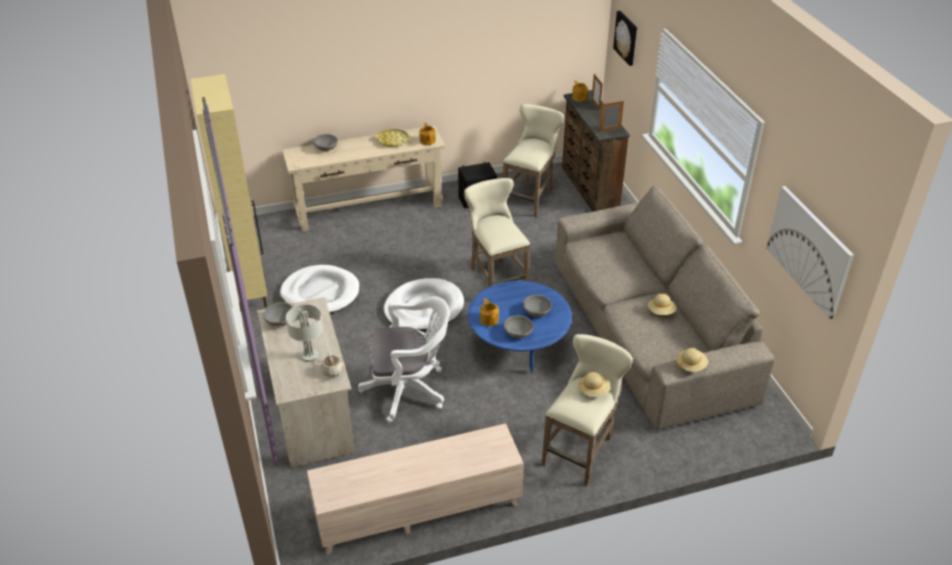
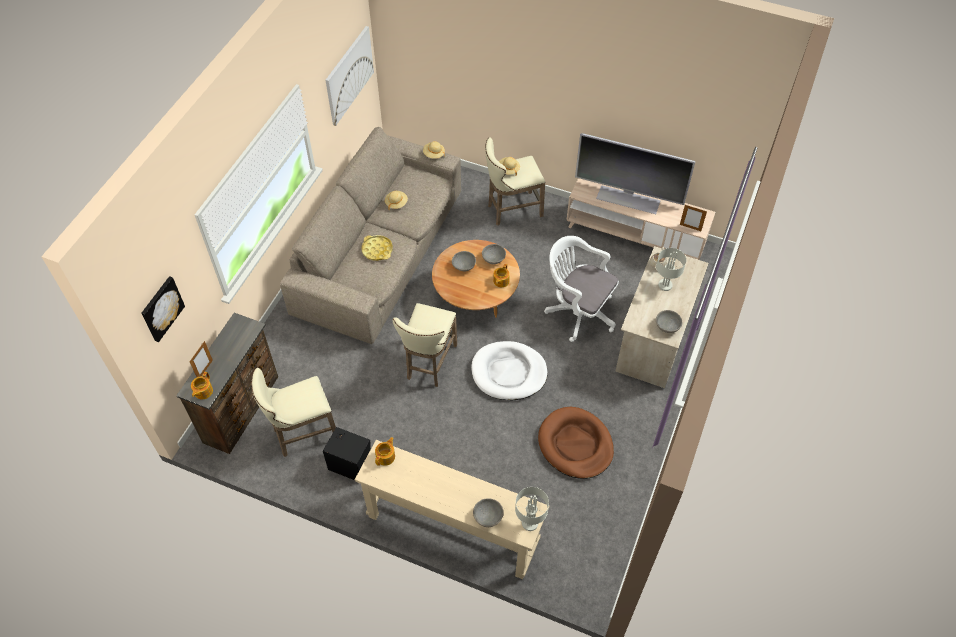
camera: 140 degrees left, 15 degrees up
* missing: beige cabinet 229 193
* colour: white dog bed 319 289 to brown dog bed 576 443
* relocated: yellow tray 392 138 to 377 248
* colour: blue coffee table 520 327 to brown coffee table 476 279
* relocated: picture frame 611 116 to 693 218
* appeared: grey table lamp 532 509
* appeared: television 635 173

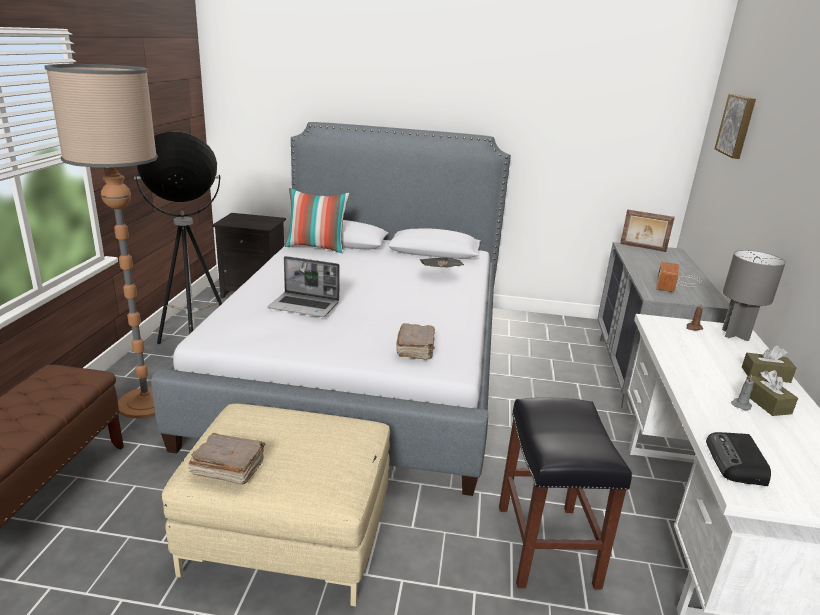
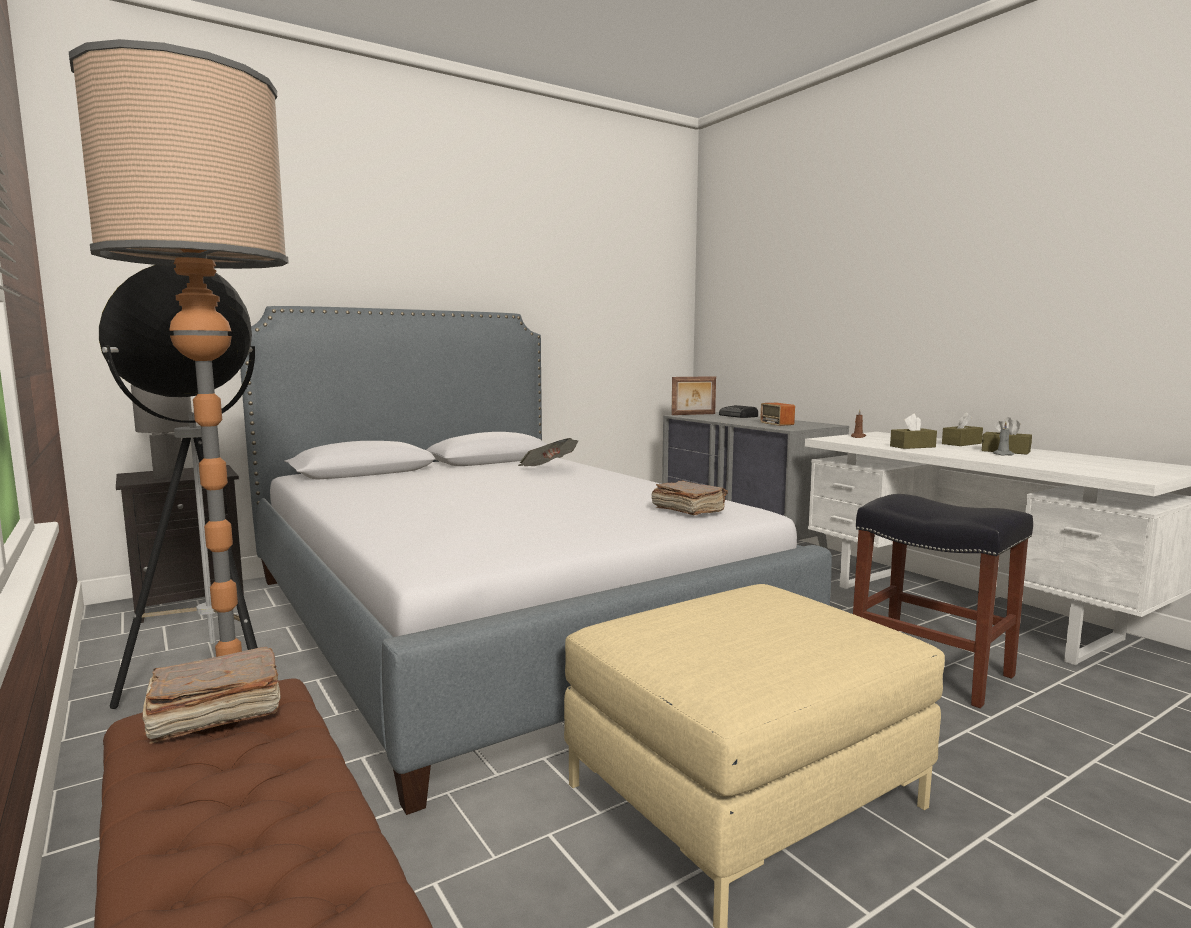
camera: 40 degrees left, 15 degrees down
* relocated: brown book 226 458 to 211 695
* missing: laptop 304 286
* missing: pillow 317 221
* relocated: radio 738 459 to 738 411
* missing: picture 735 126
* relocated: grey table lamp 753 295 to 161 431
* appeared: brown tissue box 913 431

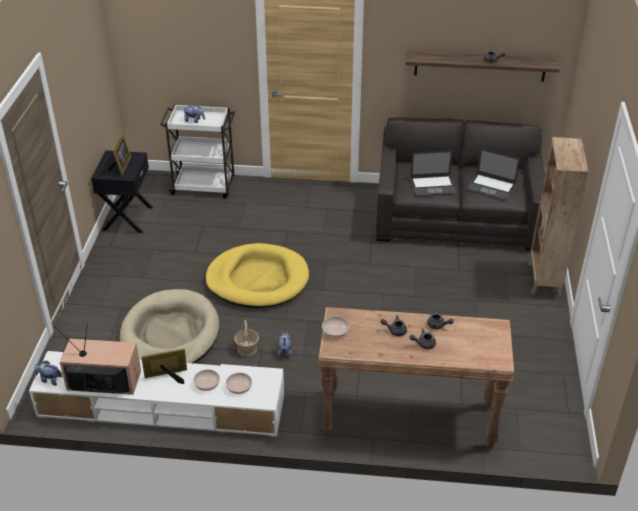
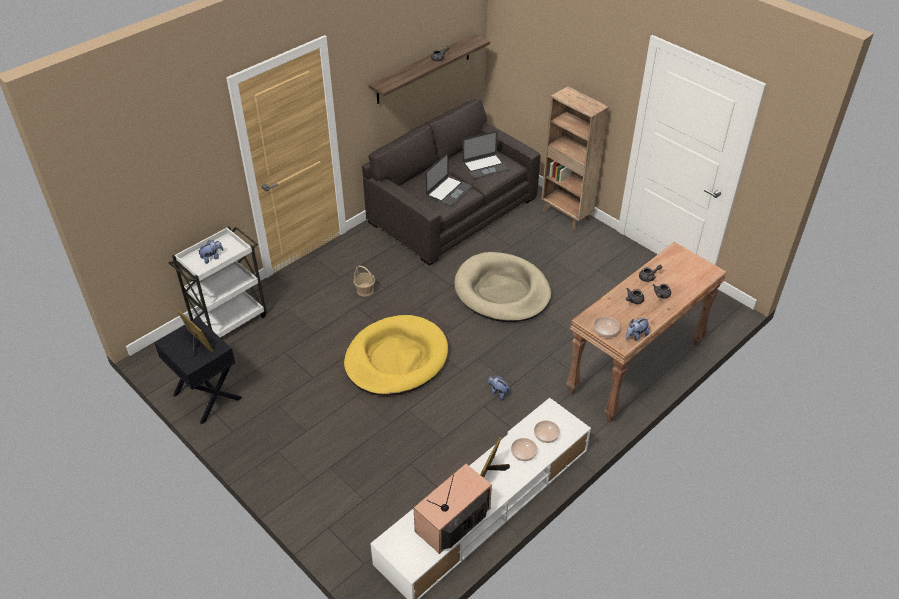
camera: 50 degrees left, 5 degrees up
* relocated: plush toy 48 373 to 637 329
* relocated: beige dog bed 170 326 to 502 287
* relocated: basket 246 338 to 364 281

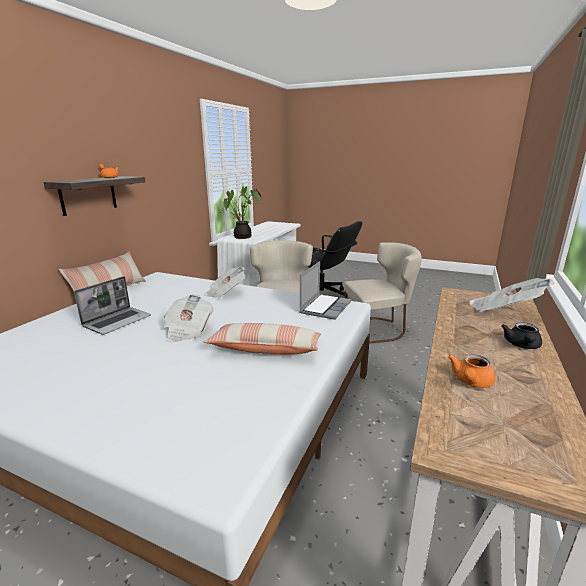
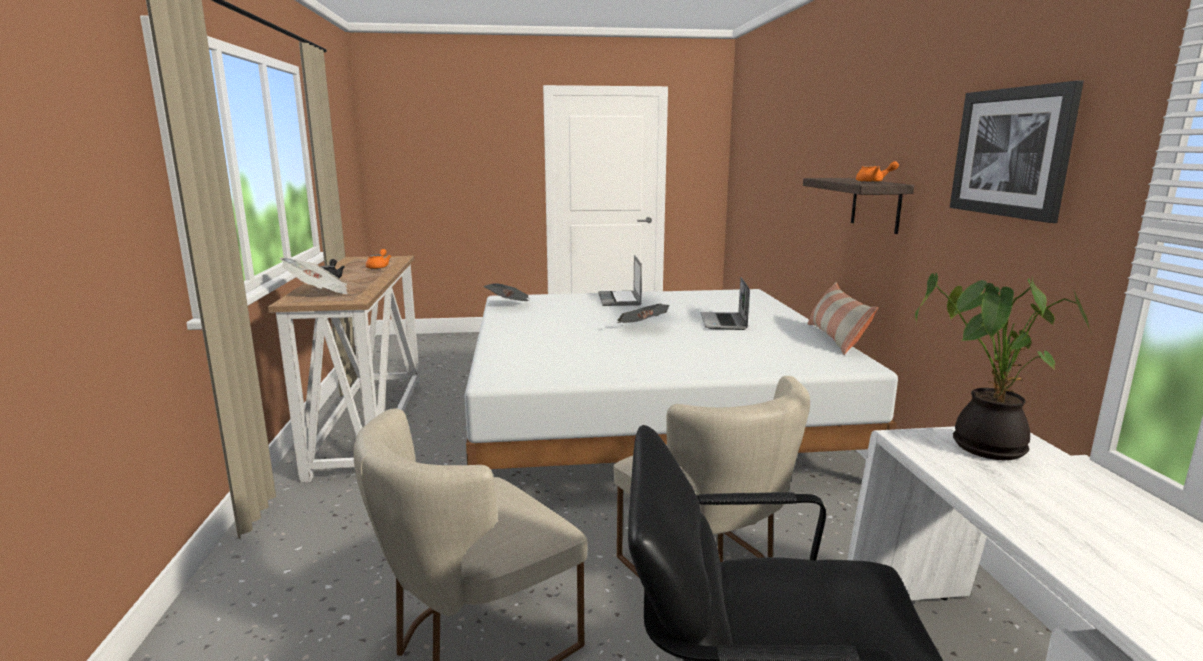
camera: 150 degrees right, 5 degrees down
* missing: pillow 262 339
* relocated: newspaper 225 282 to 506 292
* relocated: laptop 325 290 to 620 280
* appeared: picture 1017 151

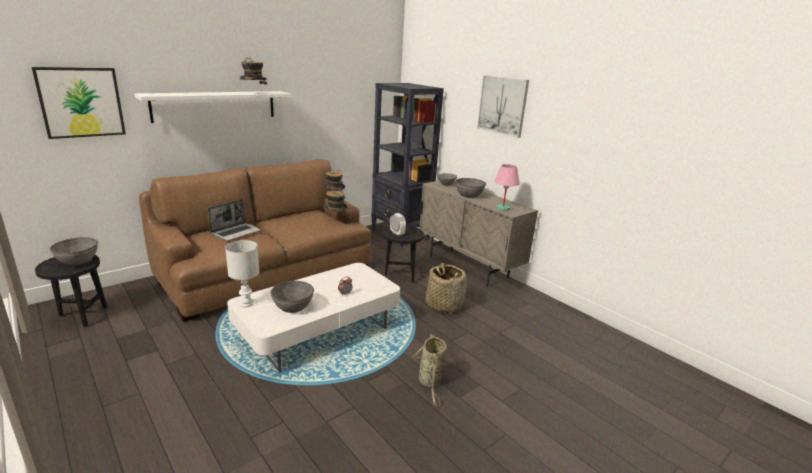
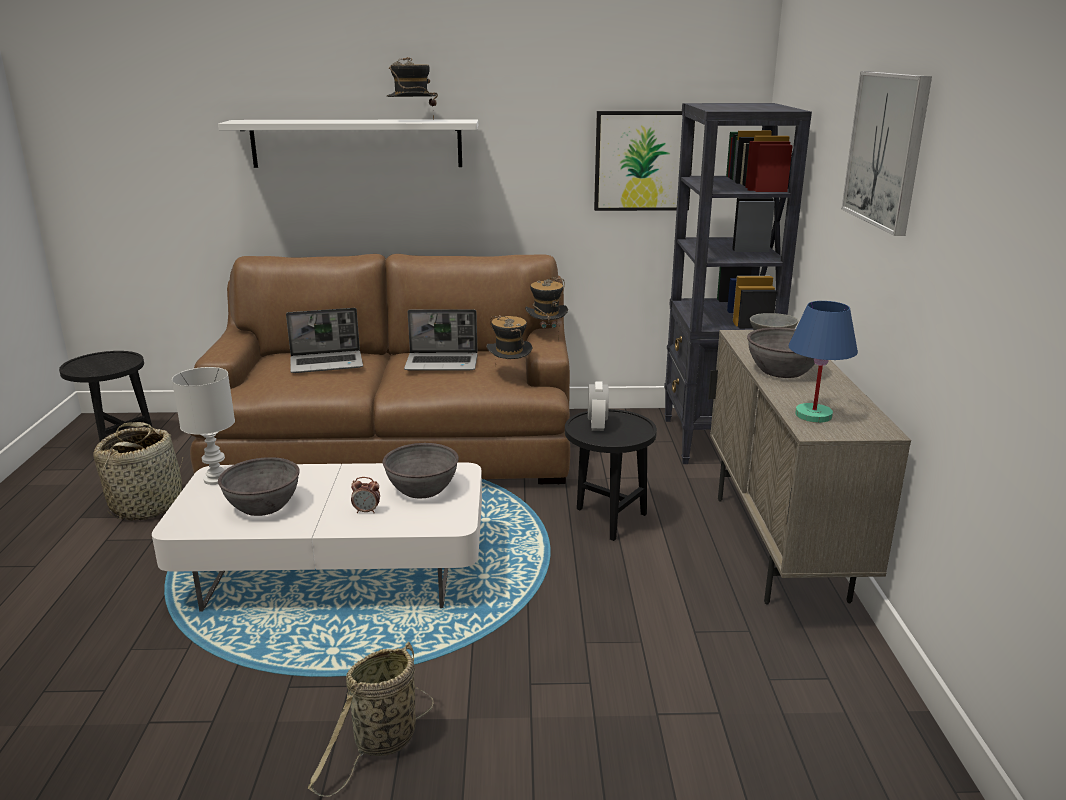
camera: 40 degrees right, 0 degrees up
* relocated: picture 79 103 to 644 161
* relocated: grey bowl 74 251 to 421 470
* relocated: basket 446 288 to 138 471
* colour: pink table lamp 507 187 to blue table lamp 823 362
* appeared: laptop 441 340

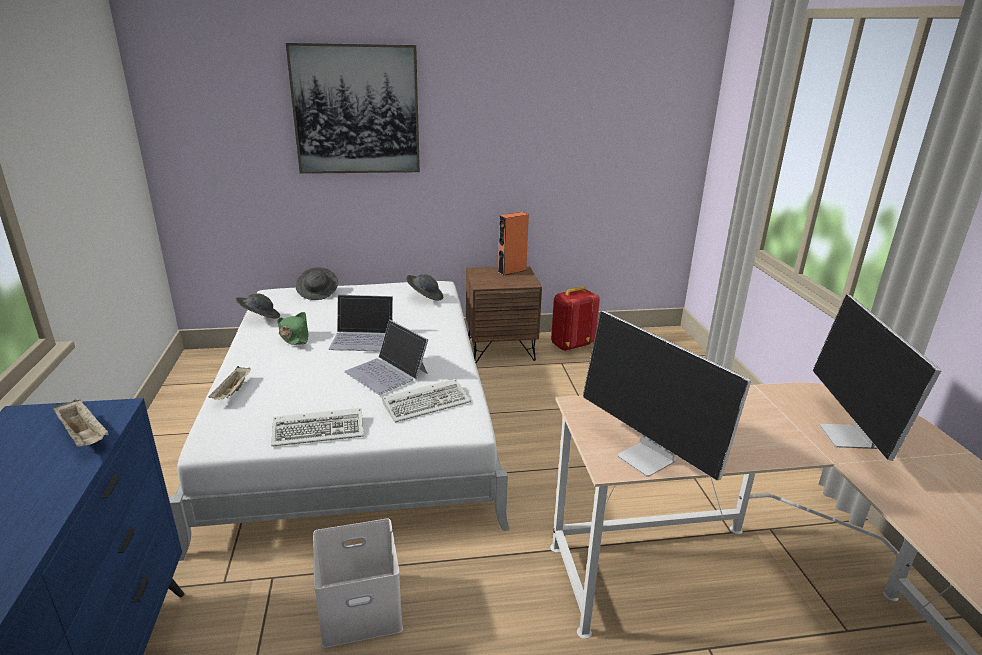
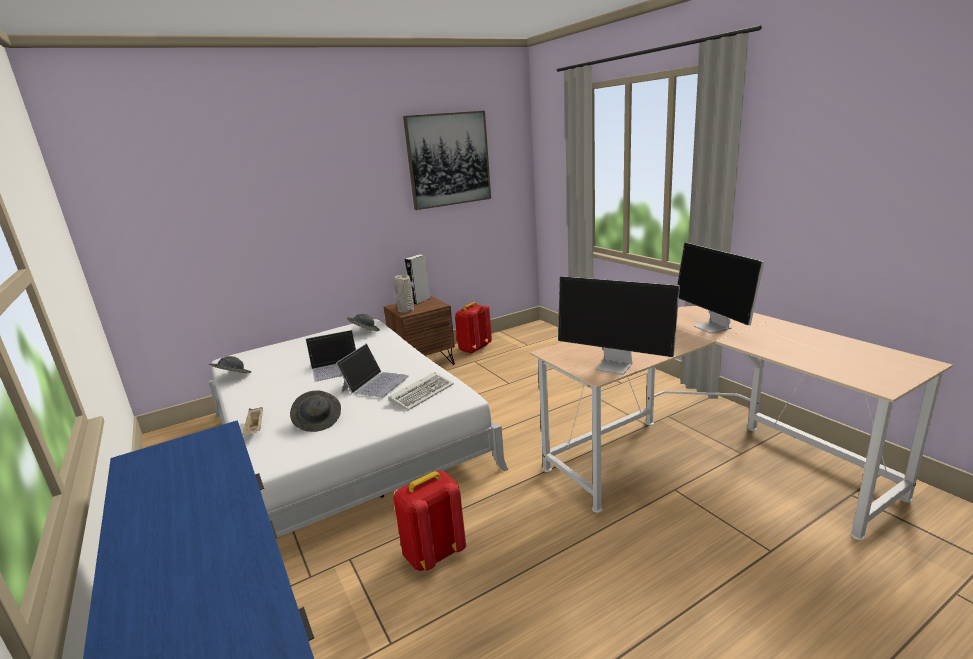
camera: 20 degrees left, 5 degrees down
* missing: beige tray 81 423
* missing: keyboard 317 427
* missing: green hat 293 328
* relocated: picture 353 108 to 447 160
* relocated: grey hat 317 283 to 315 411
* exchanged: white storage box 358 583 to red backpack 429 521
* spun: laptop 386 357 = 372 370 90 degrees counterclockwise
* colour: orange speaker 513 243 to grey speaker 418 279
* appeared: grey vase 404 294

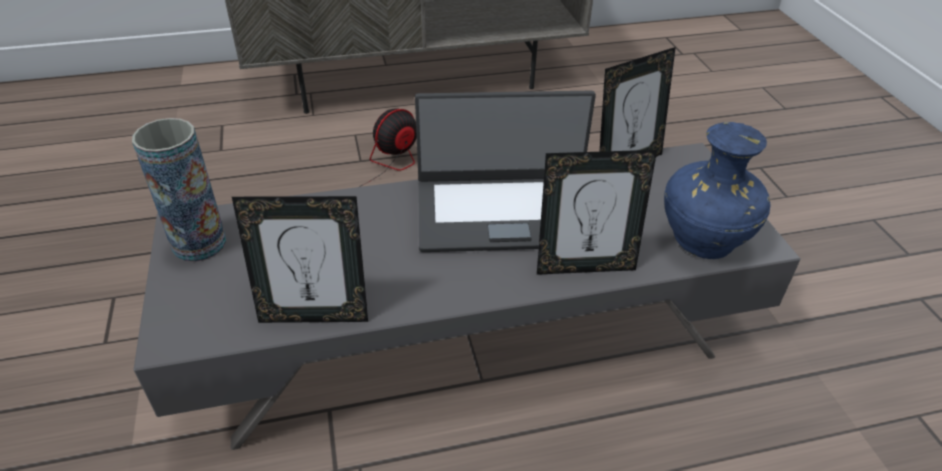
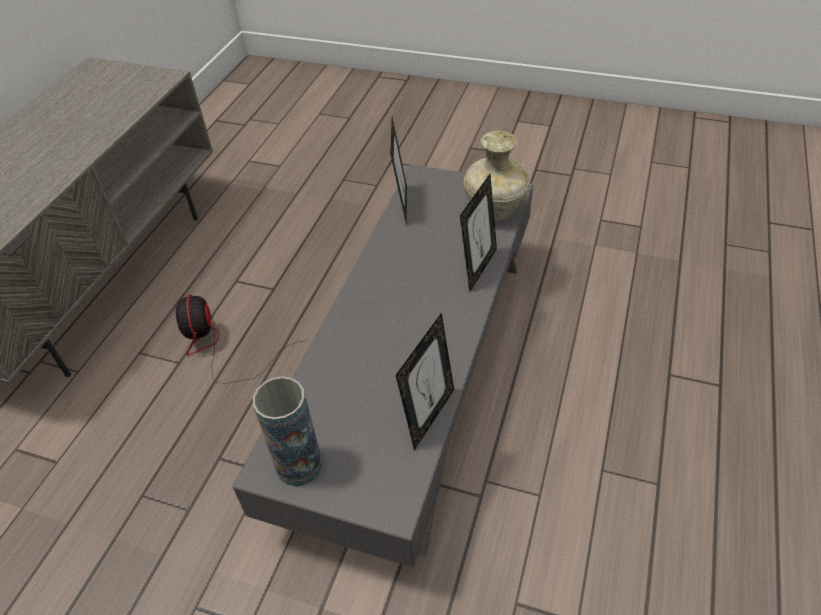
camera: 55 degrees left, 5 degrees up
* missing: laptop 505 171
* colour: blue vase 717 190 to beige vase 497 175

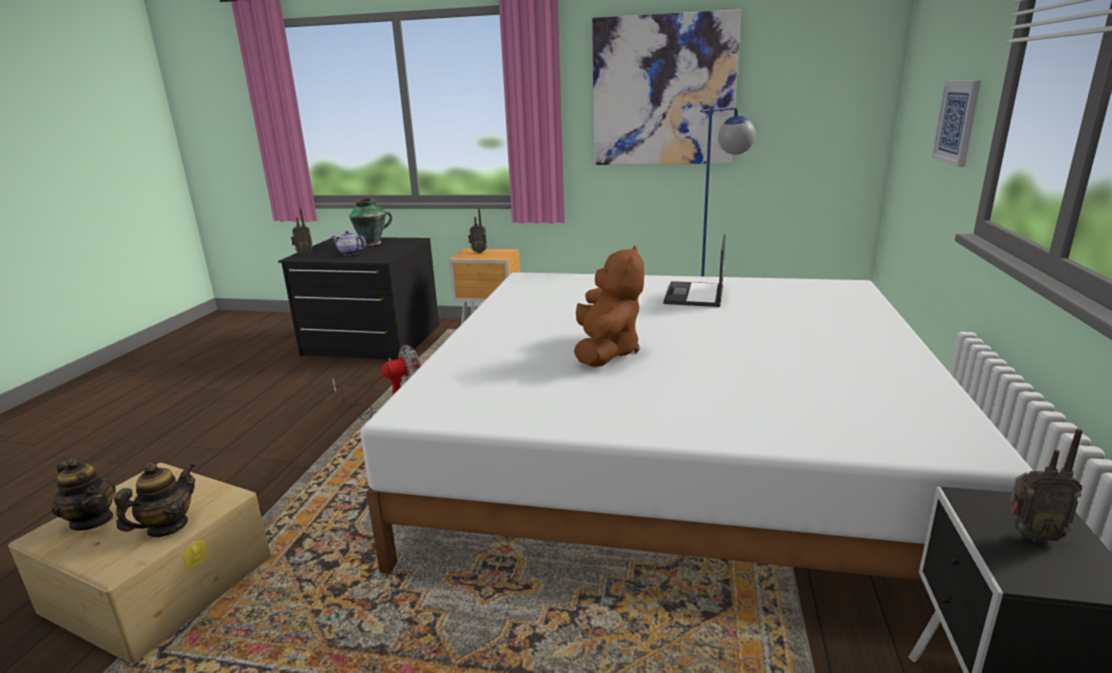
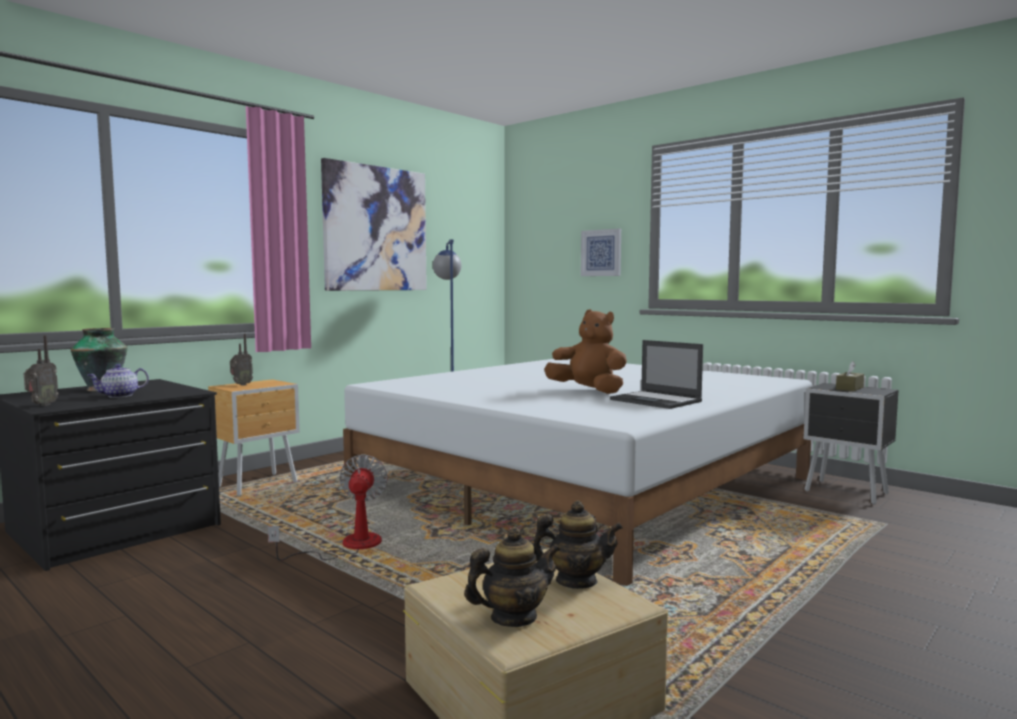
camera: 60 degrees left, 15 degrees down
* spun: teapot 154 500 = 577 545 120 degrees clockwise
* relocated: laptop 694 270 to 656 374
* exchanged: radio 1046 486 to brown tissue box 850 376

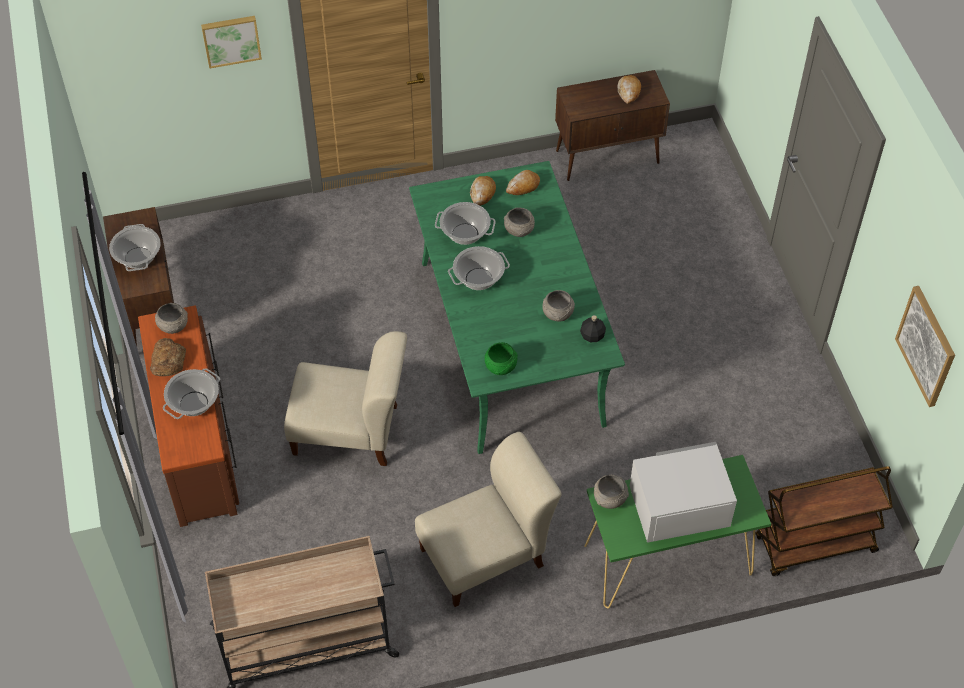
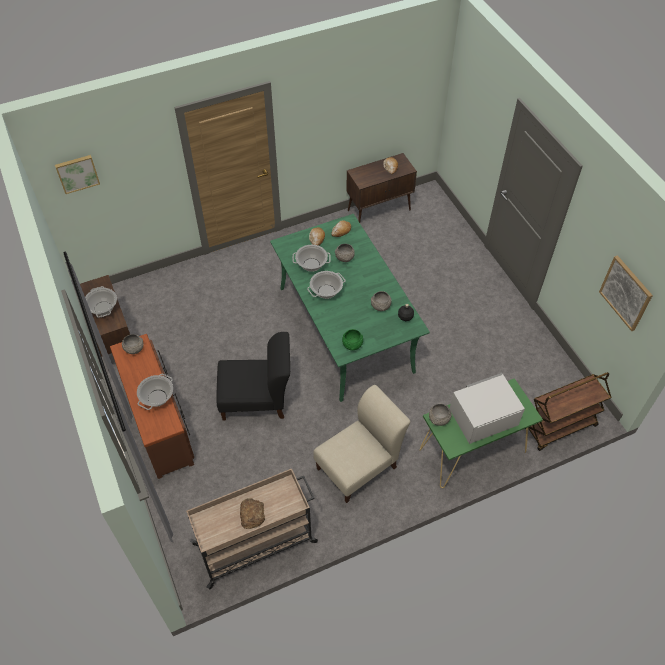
camera: 10 degrees left, 0 degrees up
* relocated: bread 168 357 to 252 513
* relocated: picture 231 42 to 77 174
* colour: beige chair 345 398 to black chair 253 376

